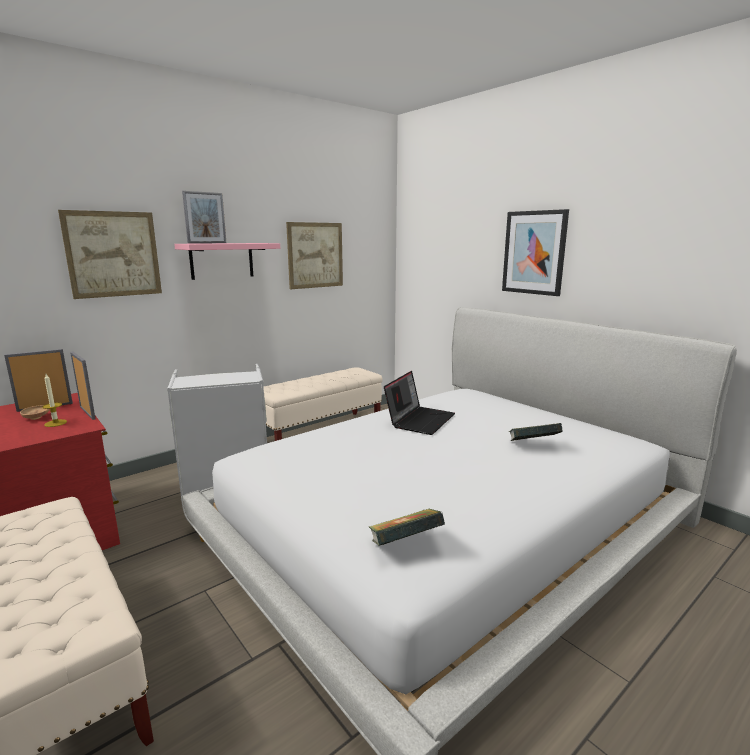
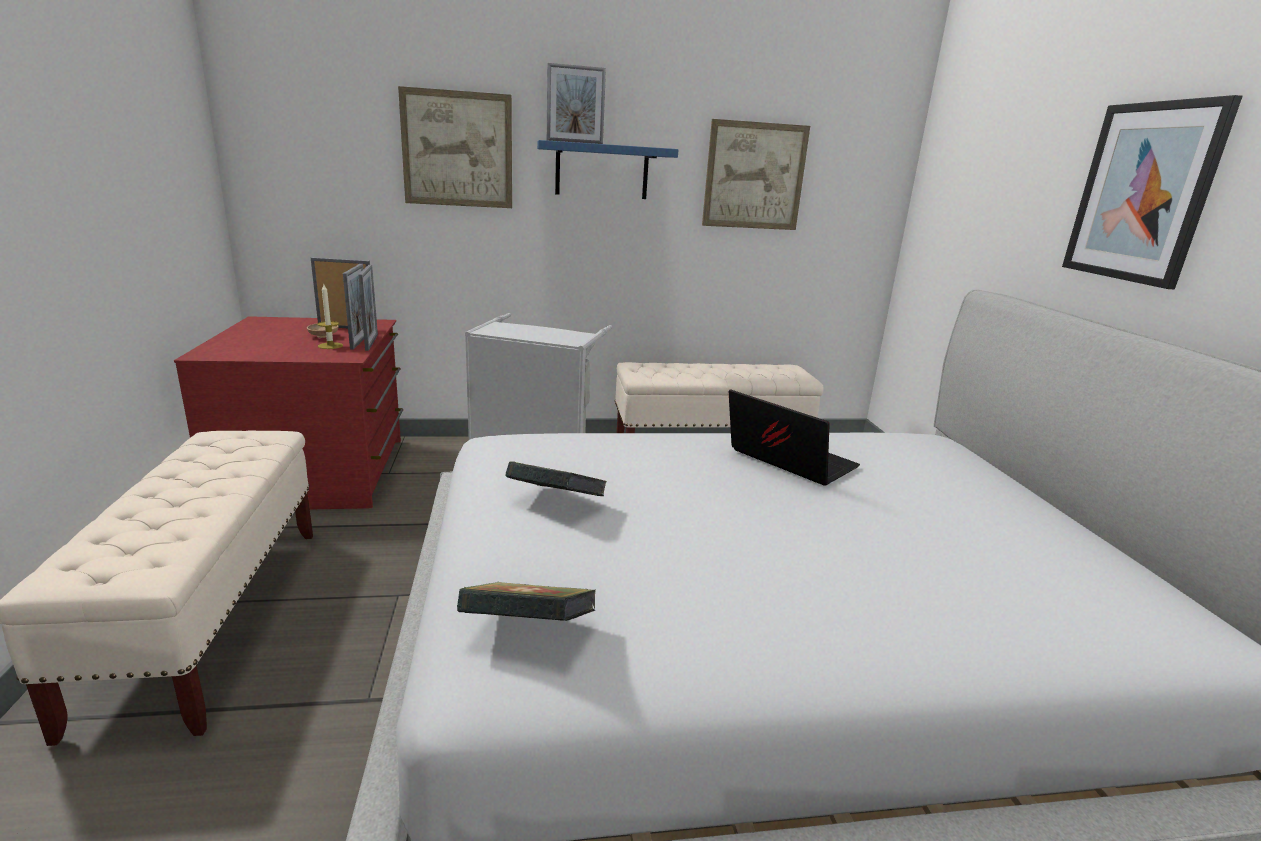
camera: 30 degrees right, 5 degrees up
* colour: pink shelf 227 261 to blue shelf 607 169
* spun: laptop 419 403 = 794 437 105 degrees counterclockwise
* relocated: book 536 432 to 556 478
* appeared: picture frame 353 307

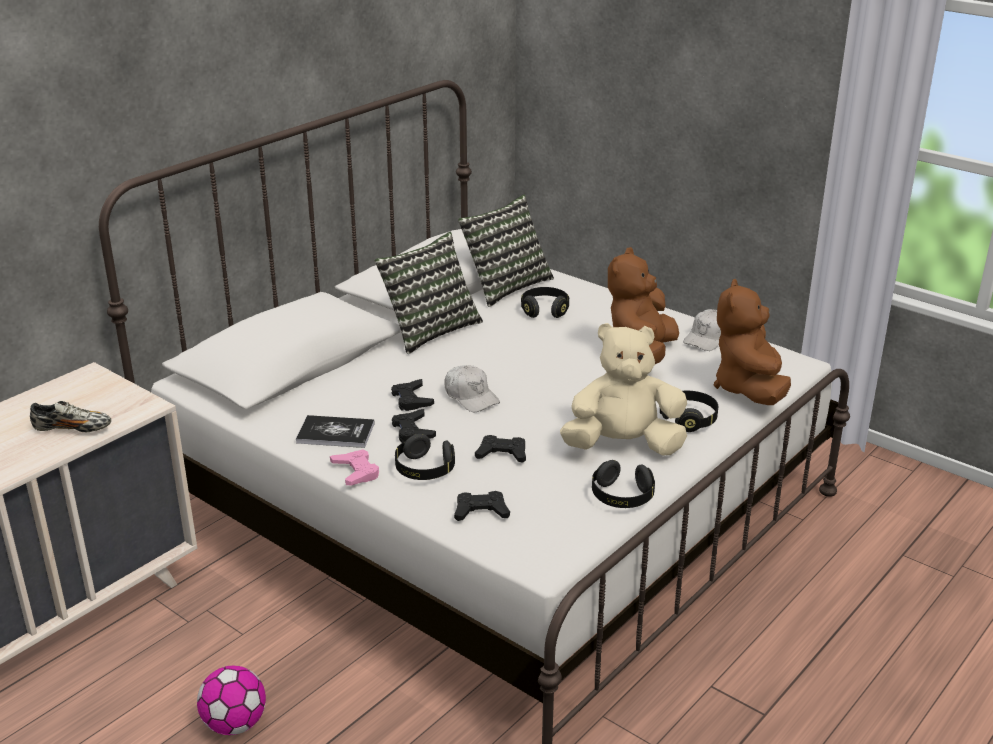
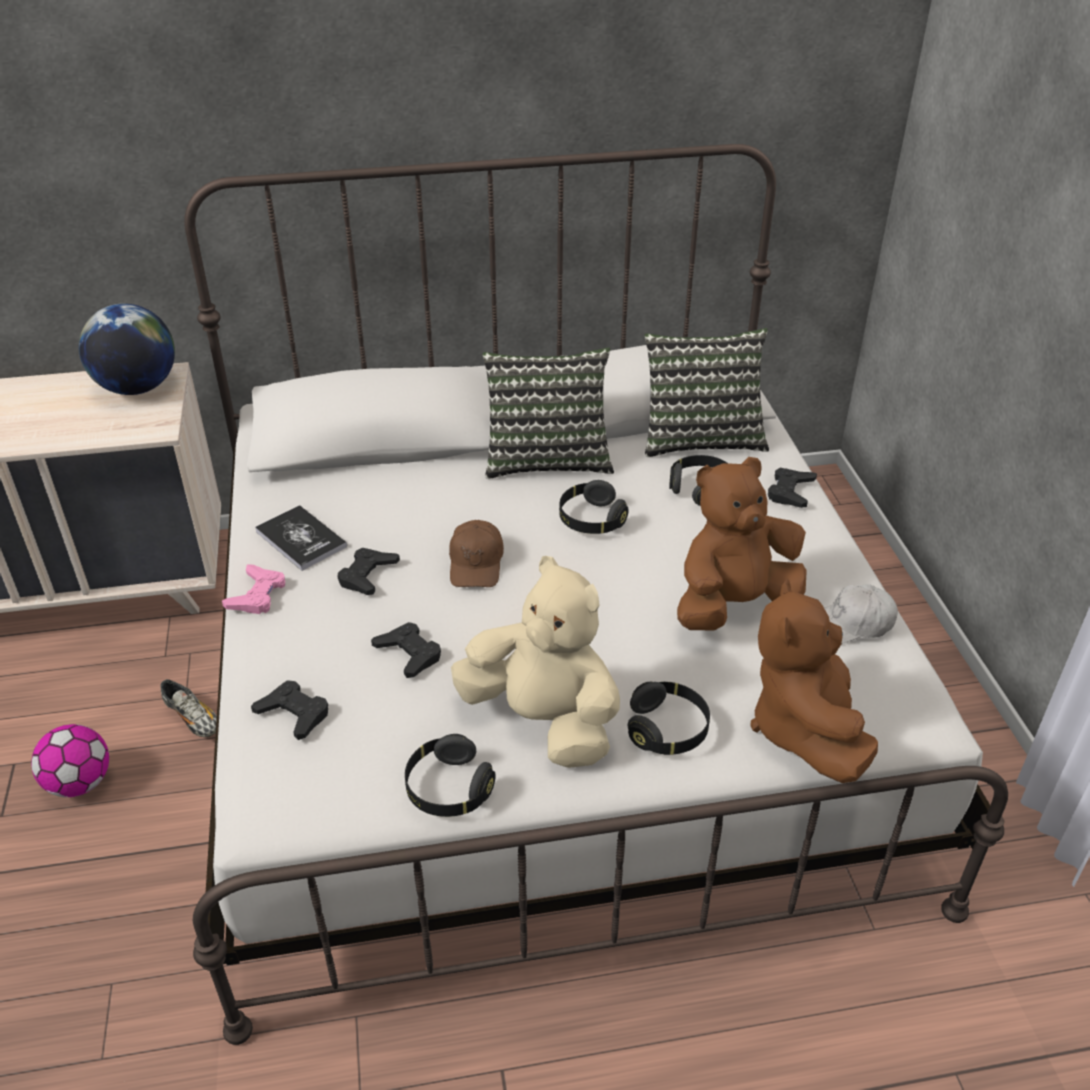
camera: 40 degrees right, 10 degrees up
* relocated: shoe 70 416 to 189 708
* relocated: black game controller 412 395 to 792 488
* relocated: black headphones 425 457 to 594 507
* colour: white cap 472 388 to brown cap 476 553
* spun: brown plush toy 752 342 = 814 681 45 degrees counterclockwise
* appeared: globe 127 349

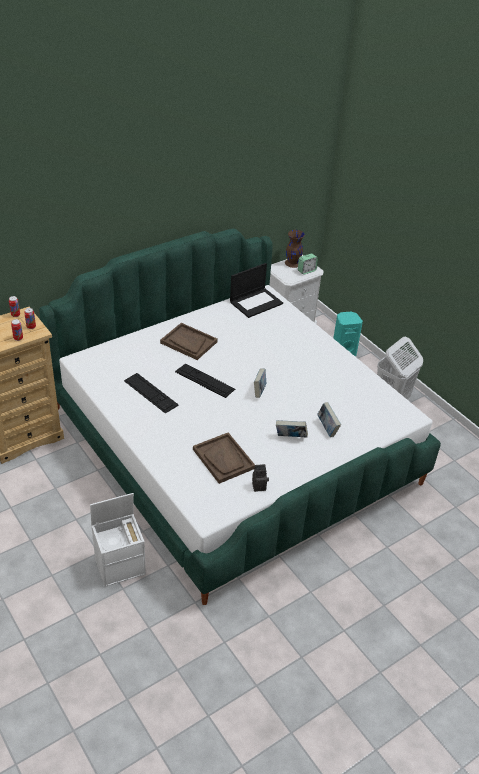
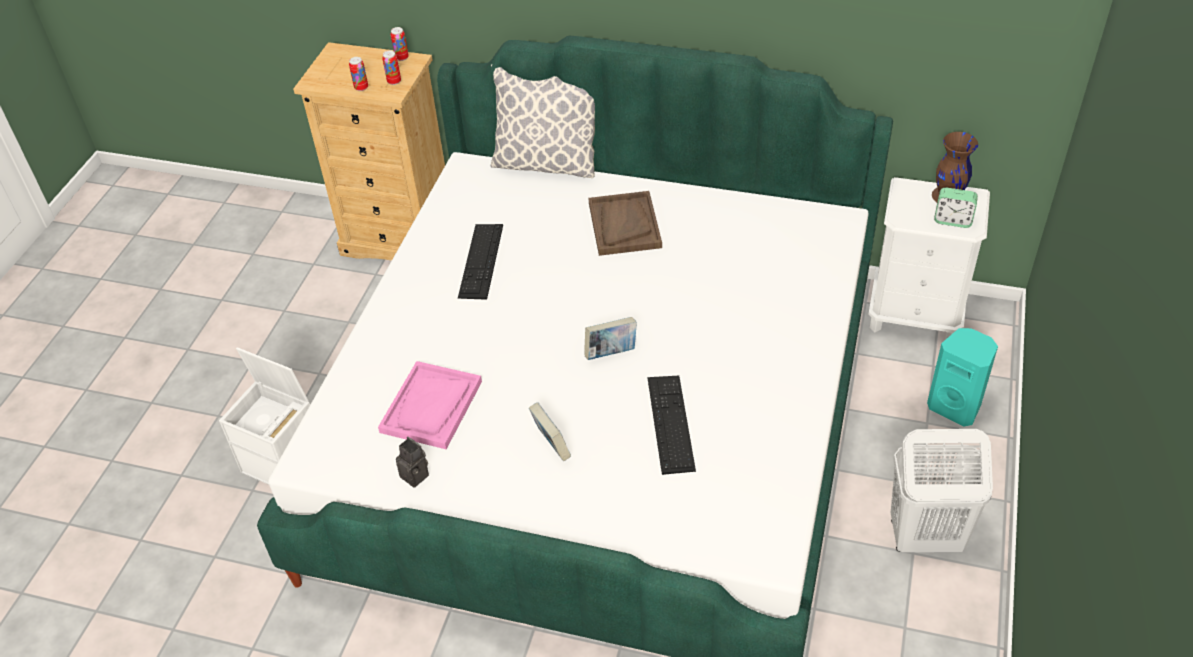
camera: 55 degrees right, 5 degrees up
* relocated: keyboard 205 380 to 672 425
* colour: brown tray 224 458 to pink tray 430 405
* missing: laptop 256 290
* missing: book 329 419
* appeared: pillow 543 121

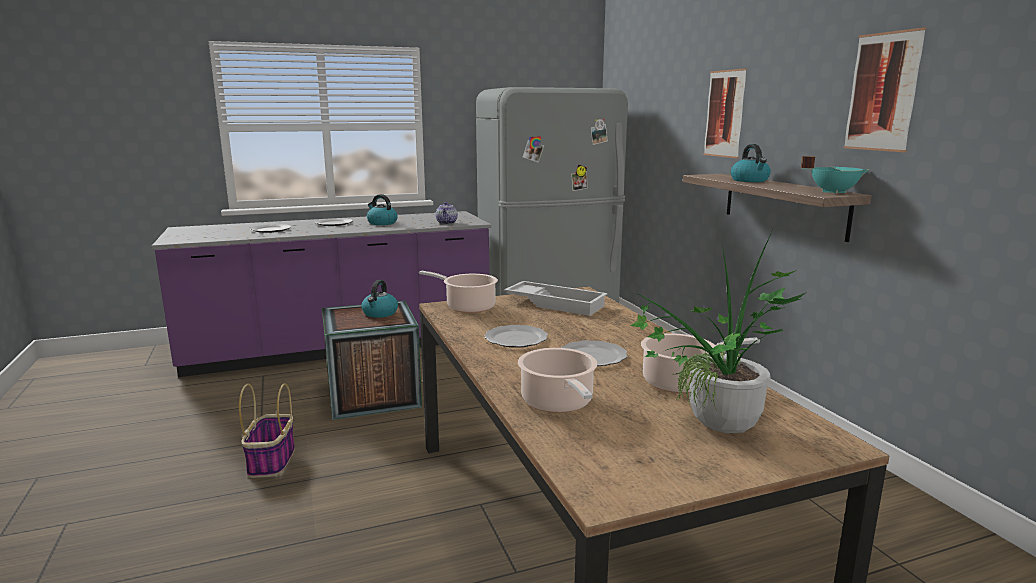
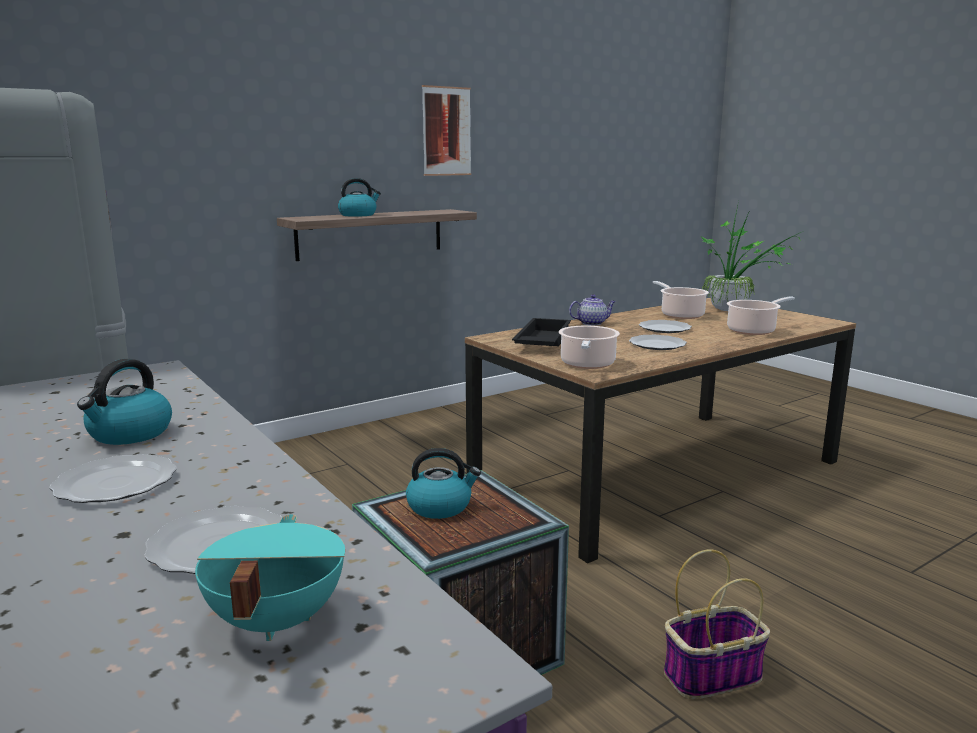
camera: 105 degrees left, 0 degrees up
* relocated: teapot 446 213 to 592 310
* colour: white tray 555 298 to black tray 541 332
* missing: picture 725 113
* relocated: turquoise cooking pot 835 175 to 270 577

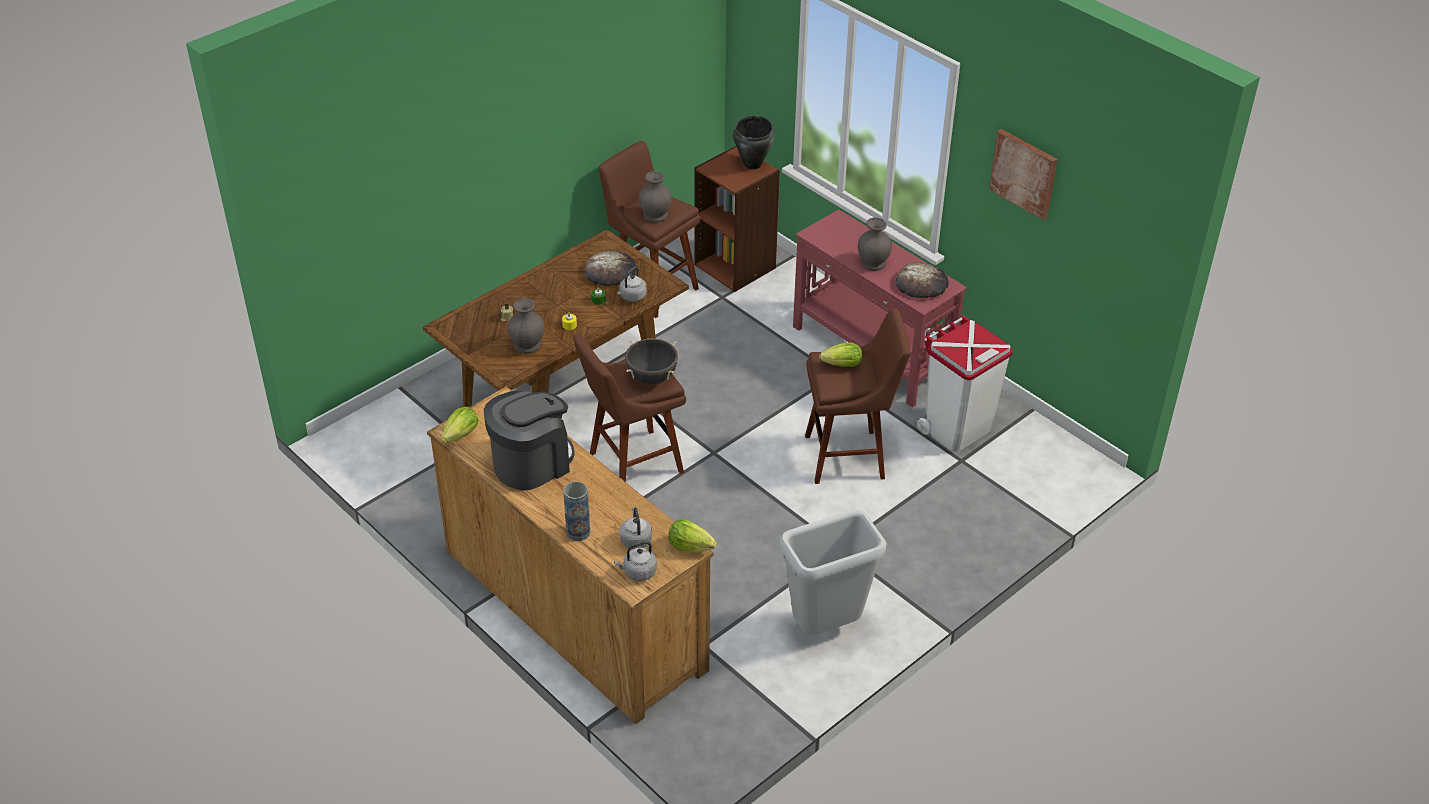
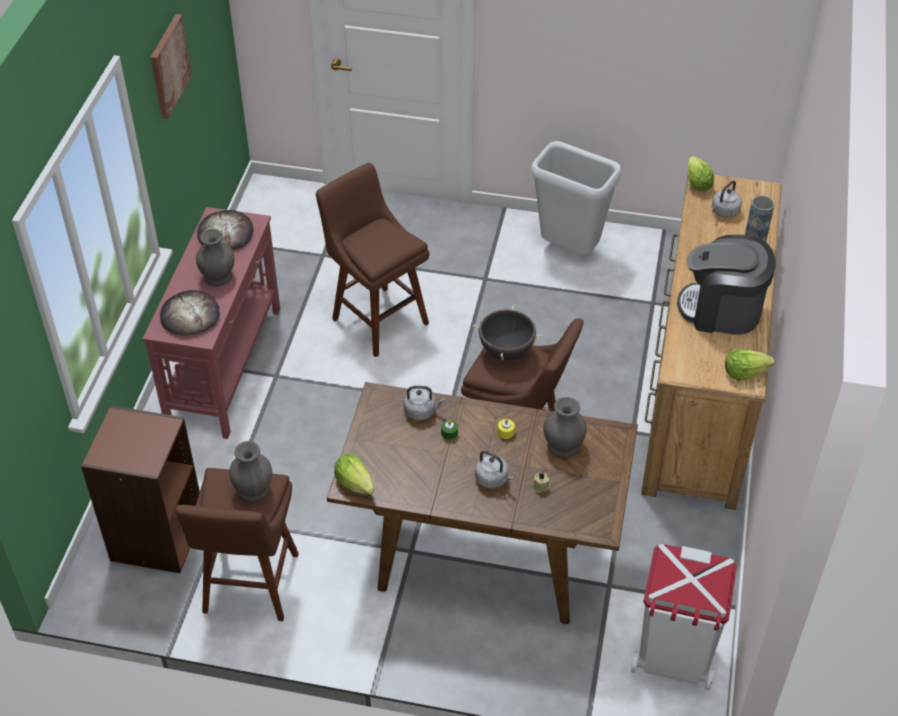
camera: 125 degrees left, 5 degrees up
* relocated: bread 611 268 to 190 313
* relocated: grey kettle 635 561 to 494 469
* missing: black cooking pot 754 142
* relocated: lettuce 840 354 to 354 474
* relocated: white trash can 965 383 to 684 617

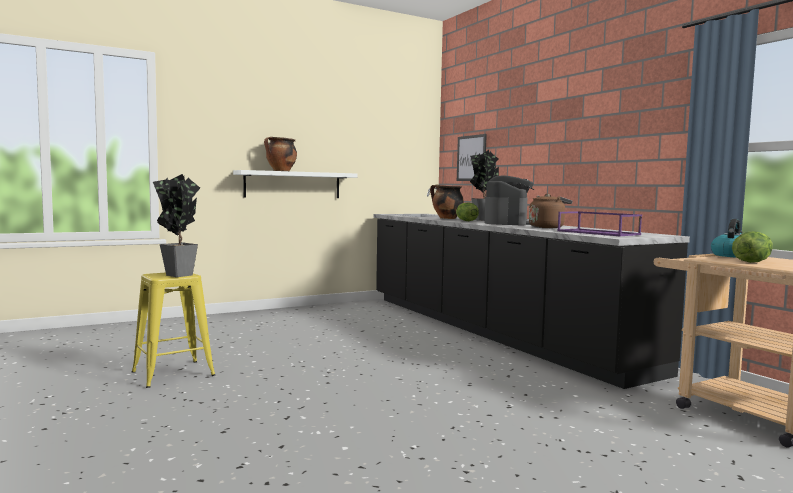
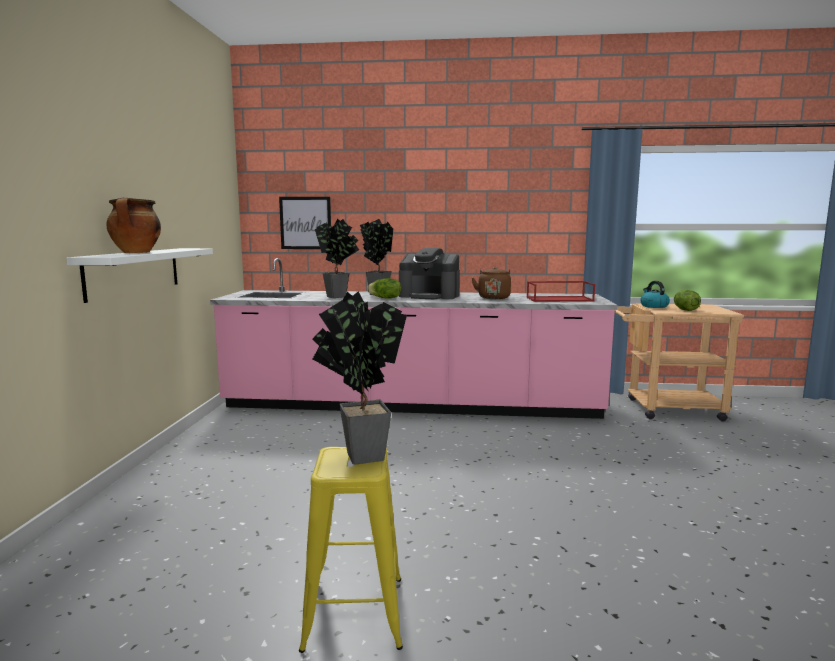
camera: 55 degrees left, 5 degrees up
* colour: black counter 531 288 to pink counter 414 338
* exchanged: cooking pot 447 202 to potted plant 337 258
* spun: coffee machine 509 200 = 429 273 150 degrees clockwise
* colour: purple tray 599 223 to red tray 560 291

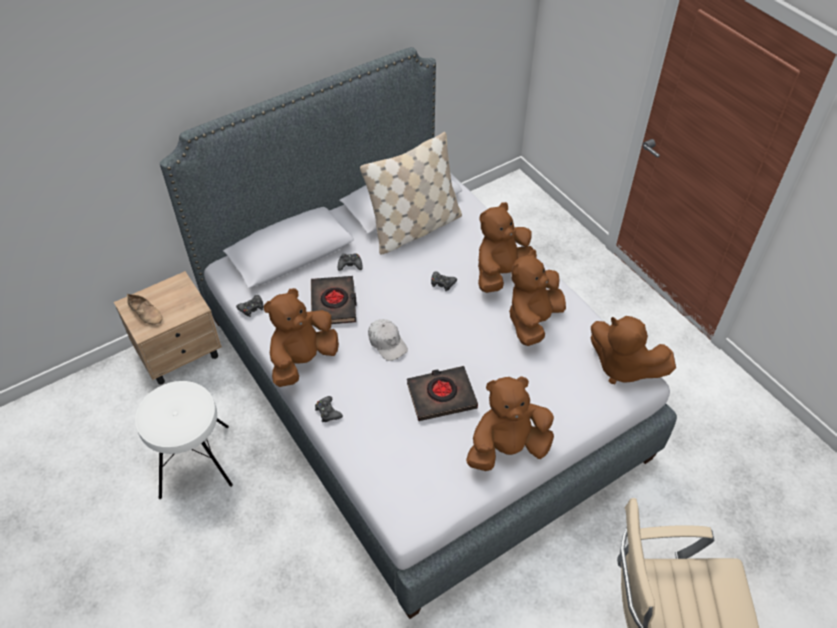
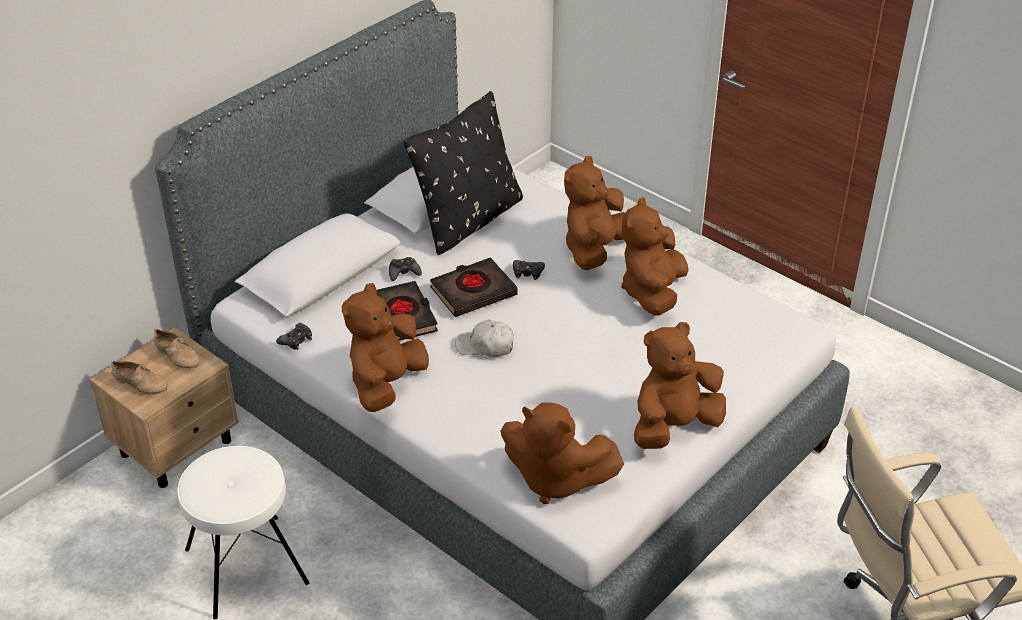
camera: 15 degrees left, 10 degrees down
* missing: black game controller 329 409
* colour: beige pillow 411 193 to black pillow 463 173
* spun: white cap 388 340 = 484 338 150 degrees clockwise
* relocated: black book 442 393 to 474 287
* relocated: brown plush toy 633 350 to 562 453
* appeared: beige shoe 177 349

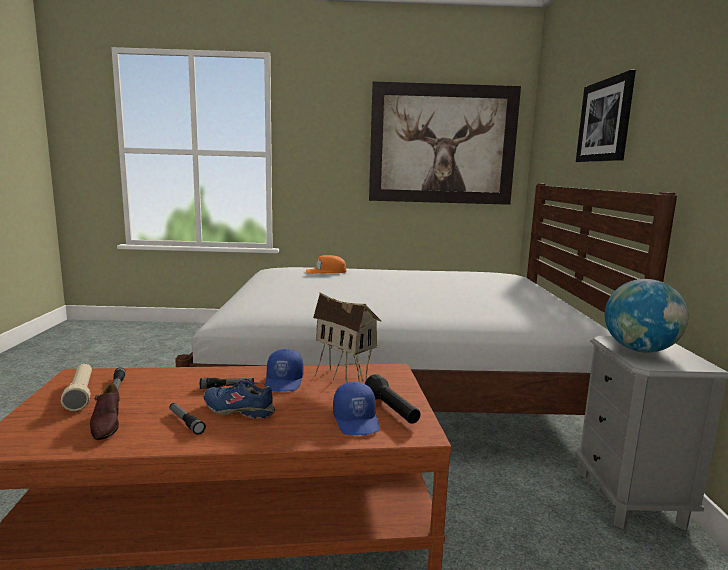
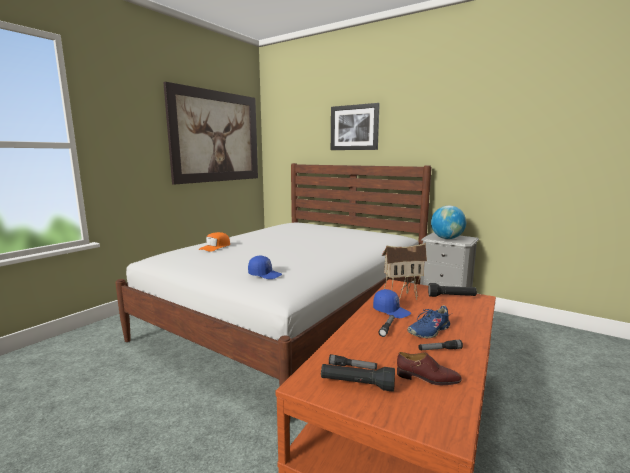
camera: 55 degrees left, 0 degrees up
* colour: beige flashlight 76 387 to black flashlight 358 378
* relocated: blue cap 356 408 to 265 267

